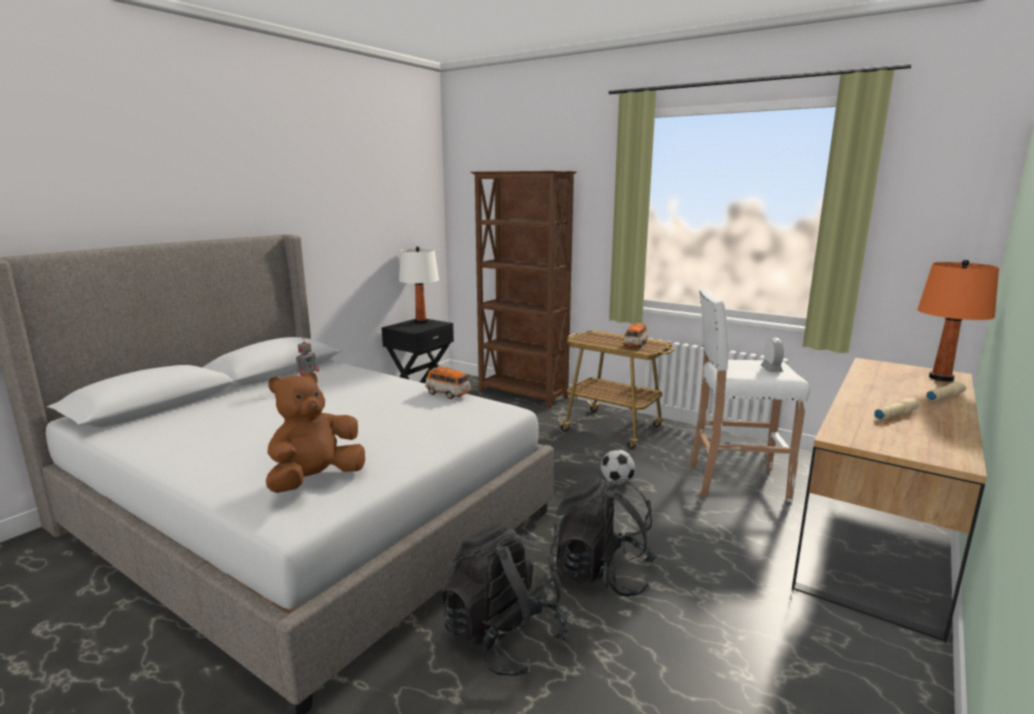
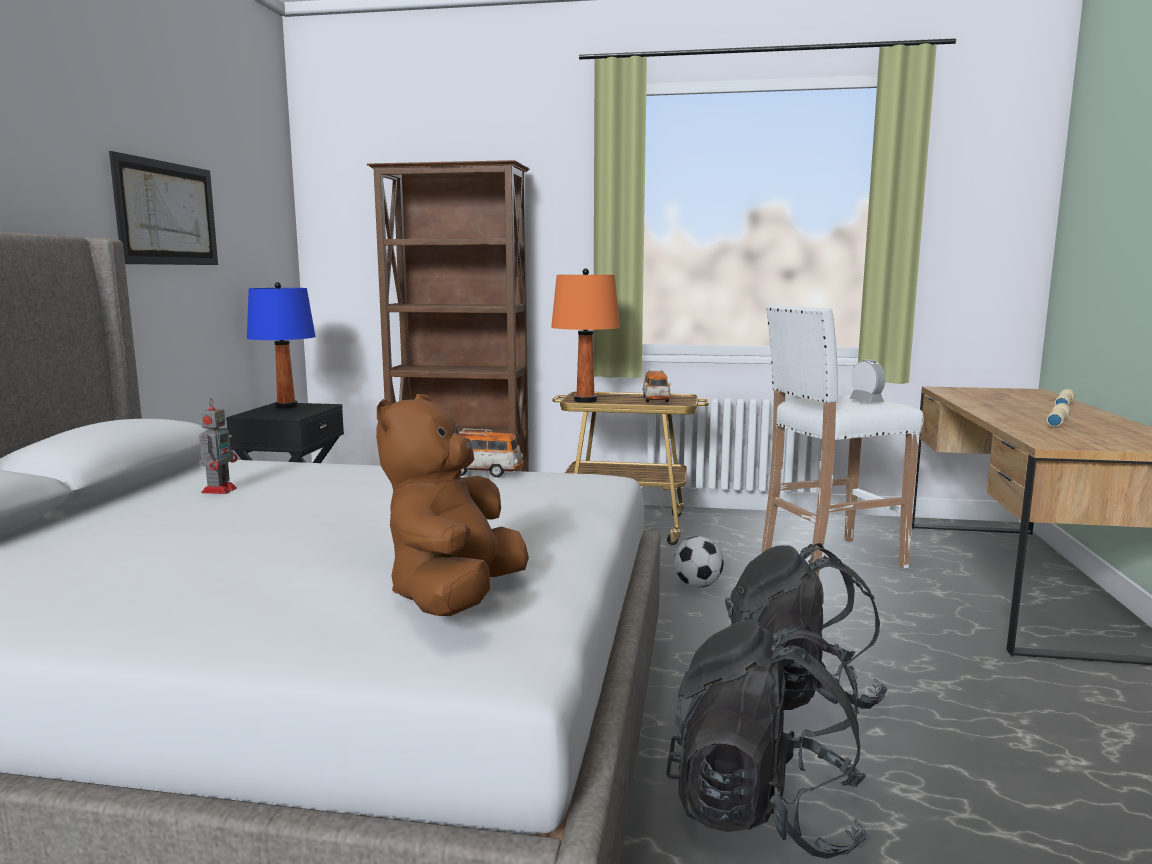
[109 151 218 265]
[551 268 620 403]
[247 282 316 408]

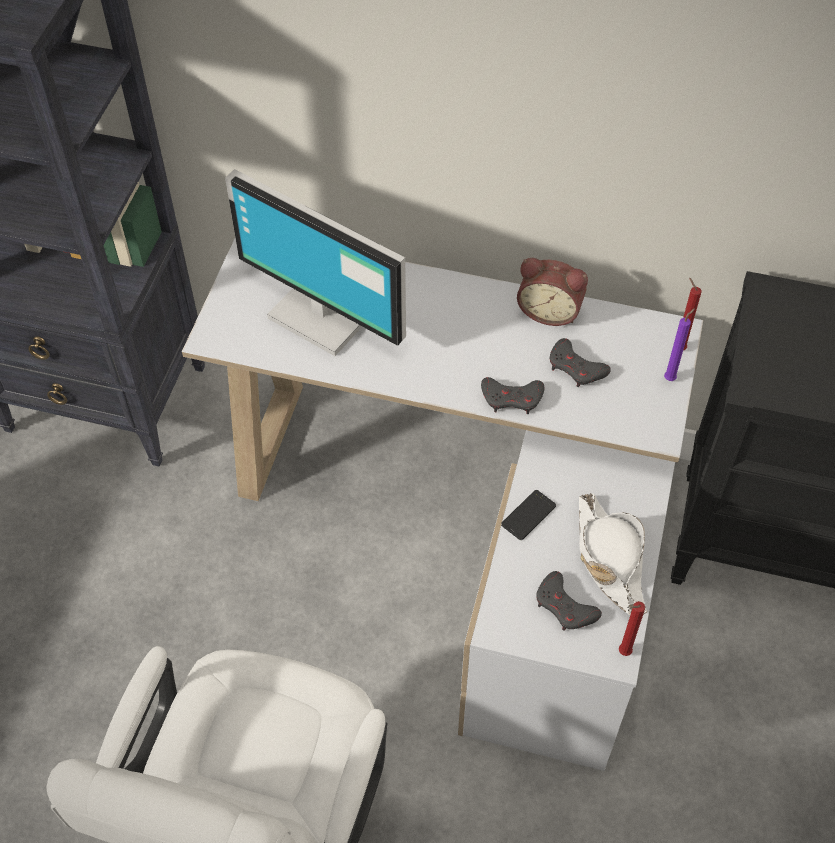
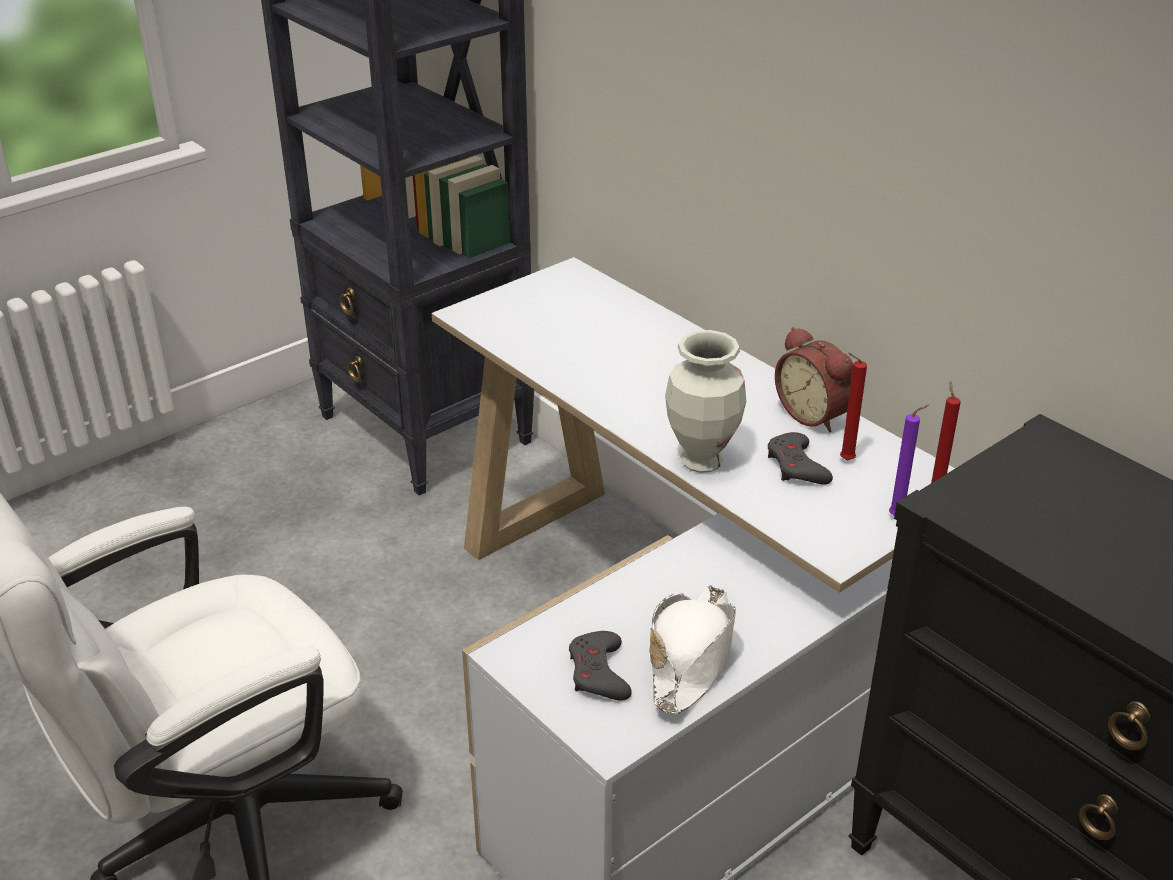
[225 169 406 356] (first image)
[501 490 556 540] (first image)
[840 352 867 460]
[665 330 746 473]

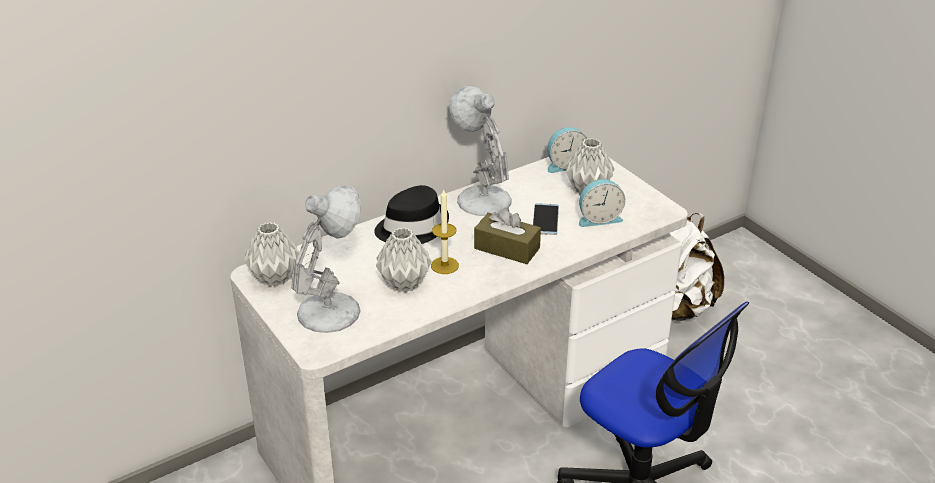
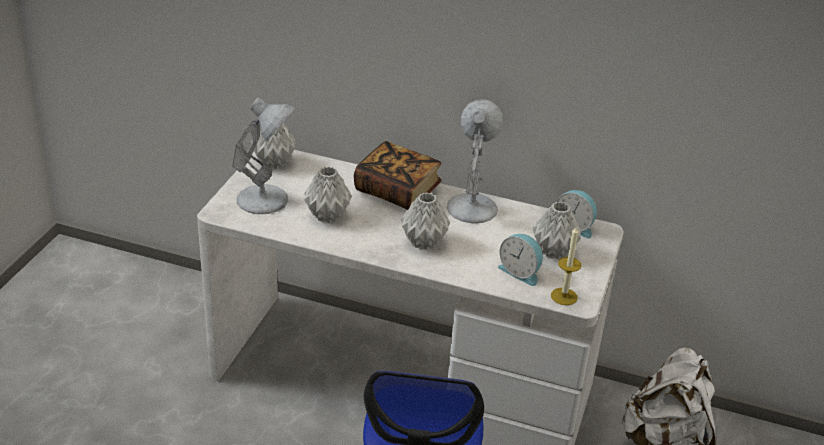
[533 203 559 235] (first image)
[551 227 581 305]
[354 141 442 210]
[401 192 450 250]

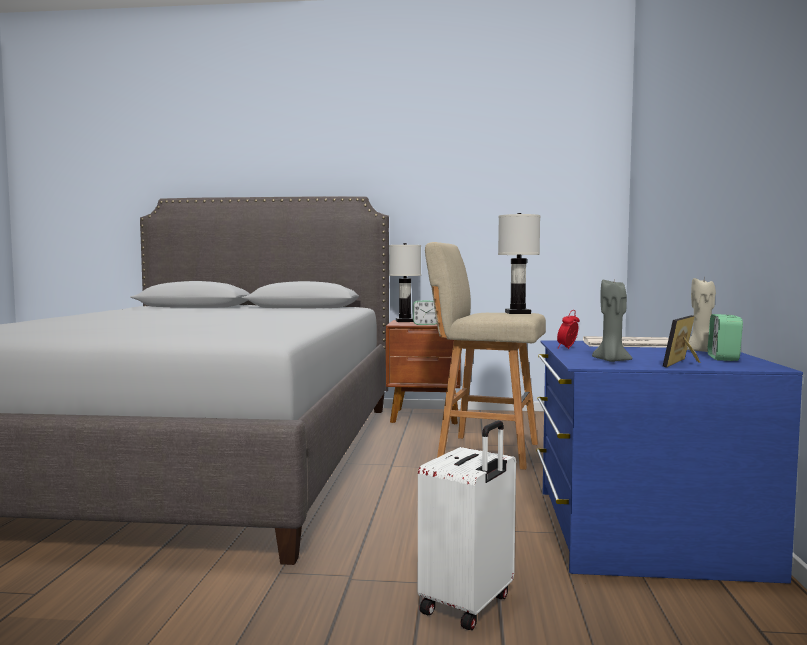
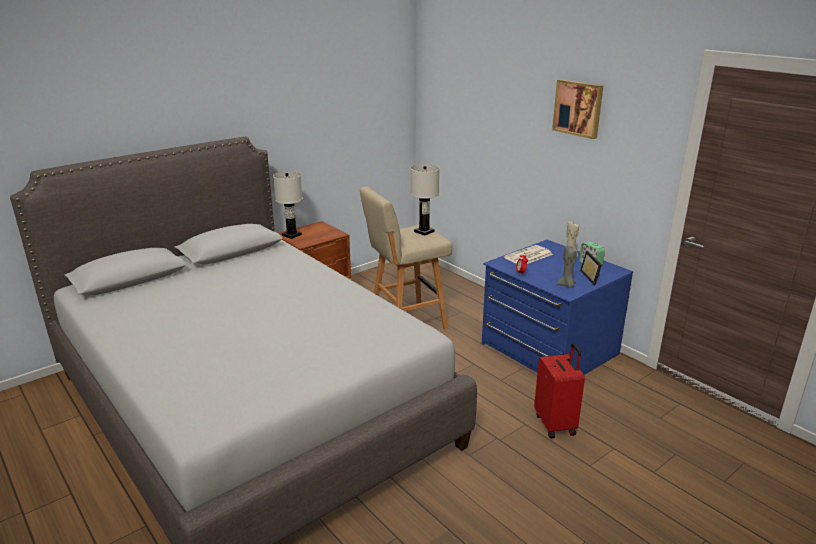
[413 300 437 325] (first image)
[552 79 603 139]
[534 343 585 439]

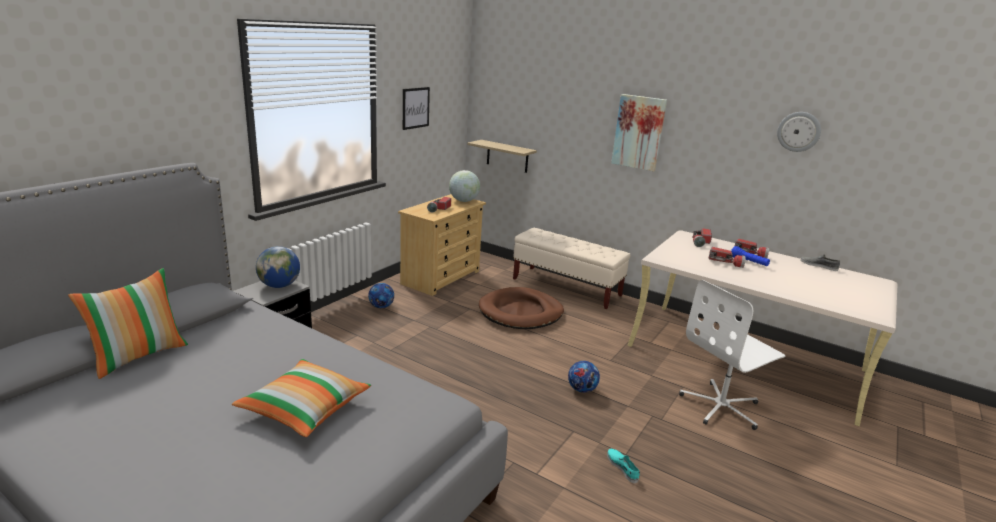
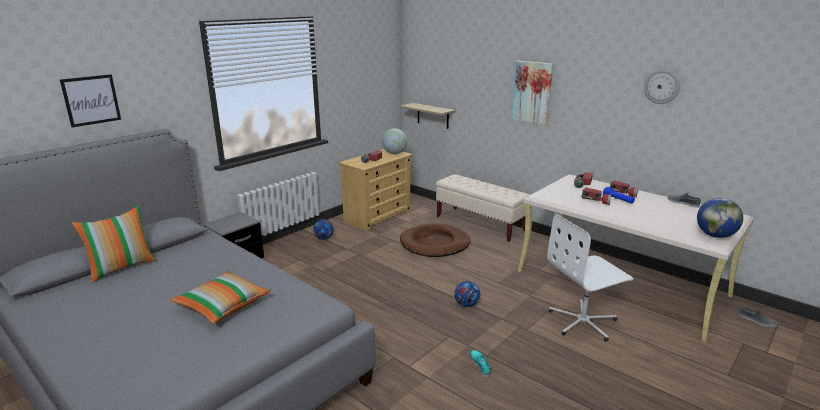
[739 306 778 327]
[697 198 743 238]
[60 74 121 127]

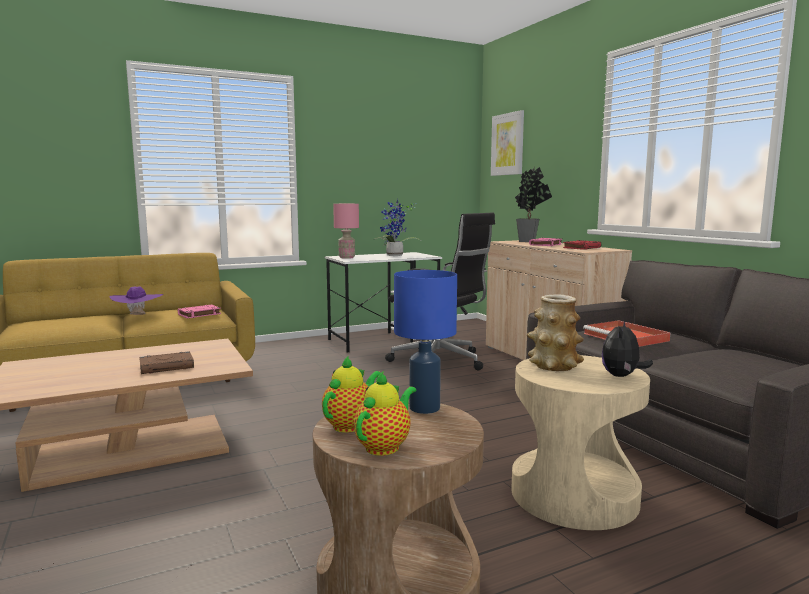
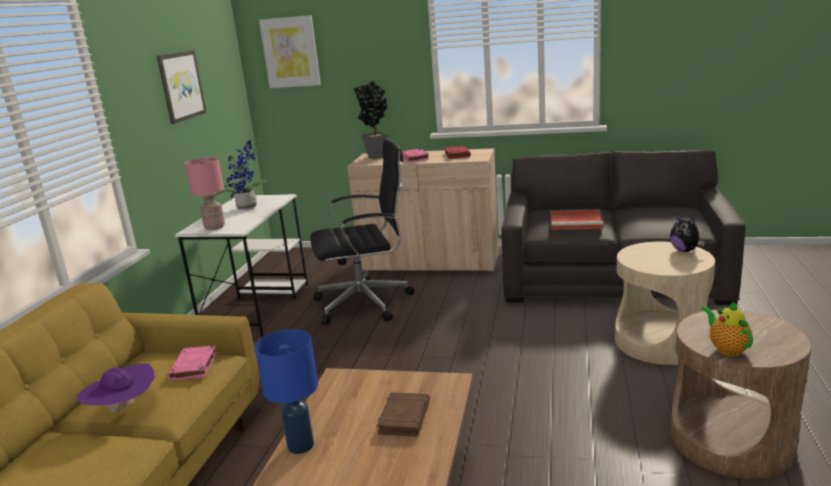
[354 370 417 456] (first image)
[527 294 584 371] (first image)
[157 50 207 124]
[255 329 318 454]

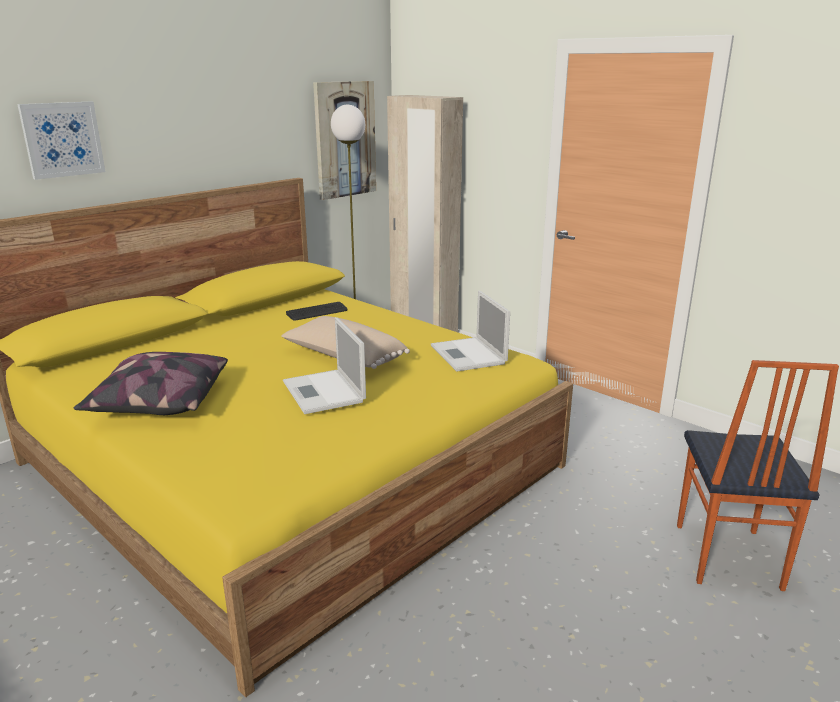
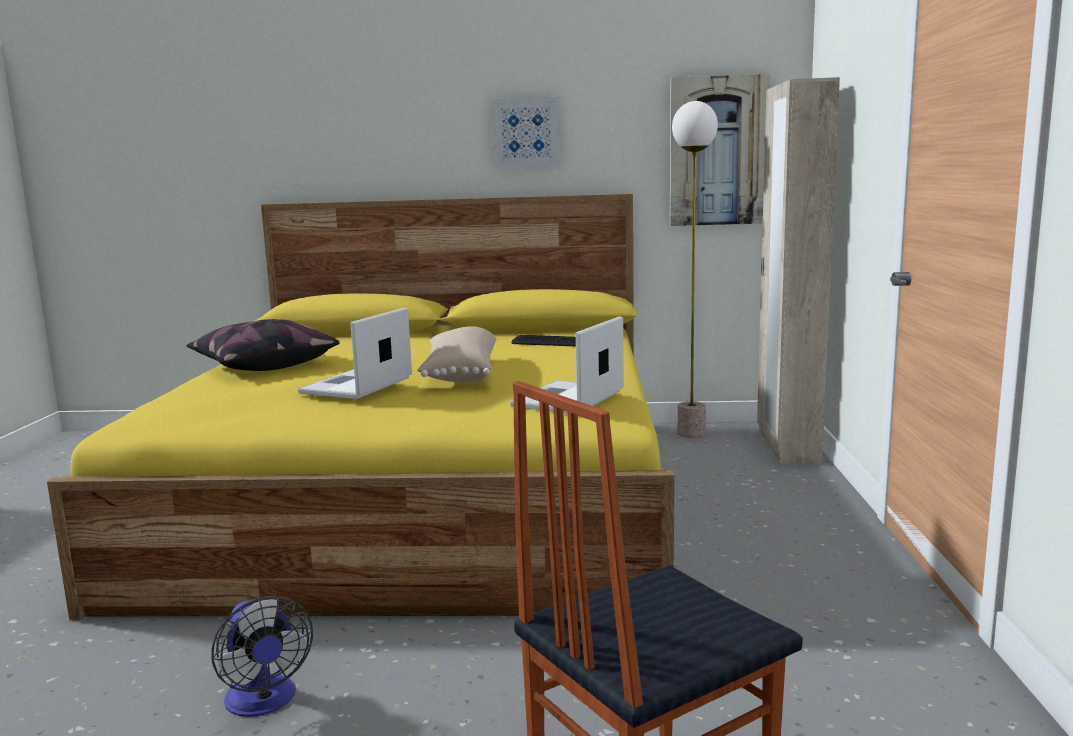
[212 596 313 717]
[492 97 560 168]

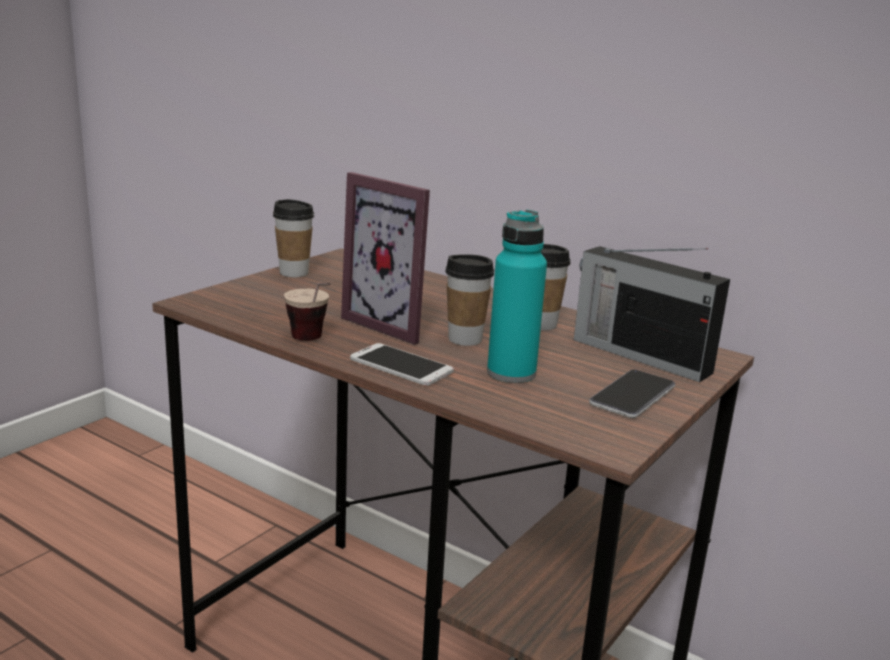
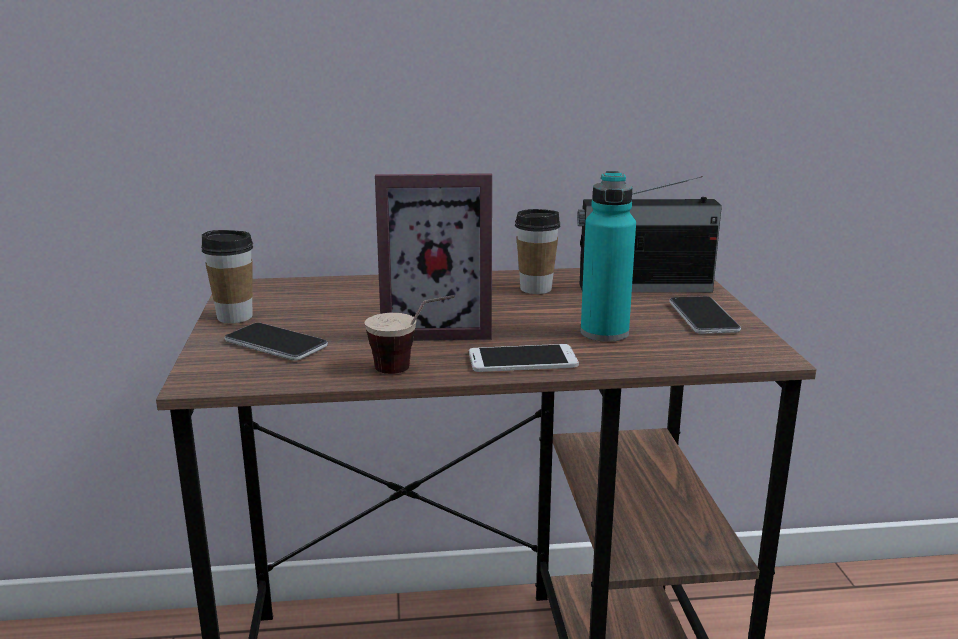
[445 254 494 346] (first image)
[225 323 328 361]

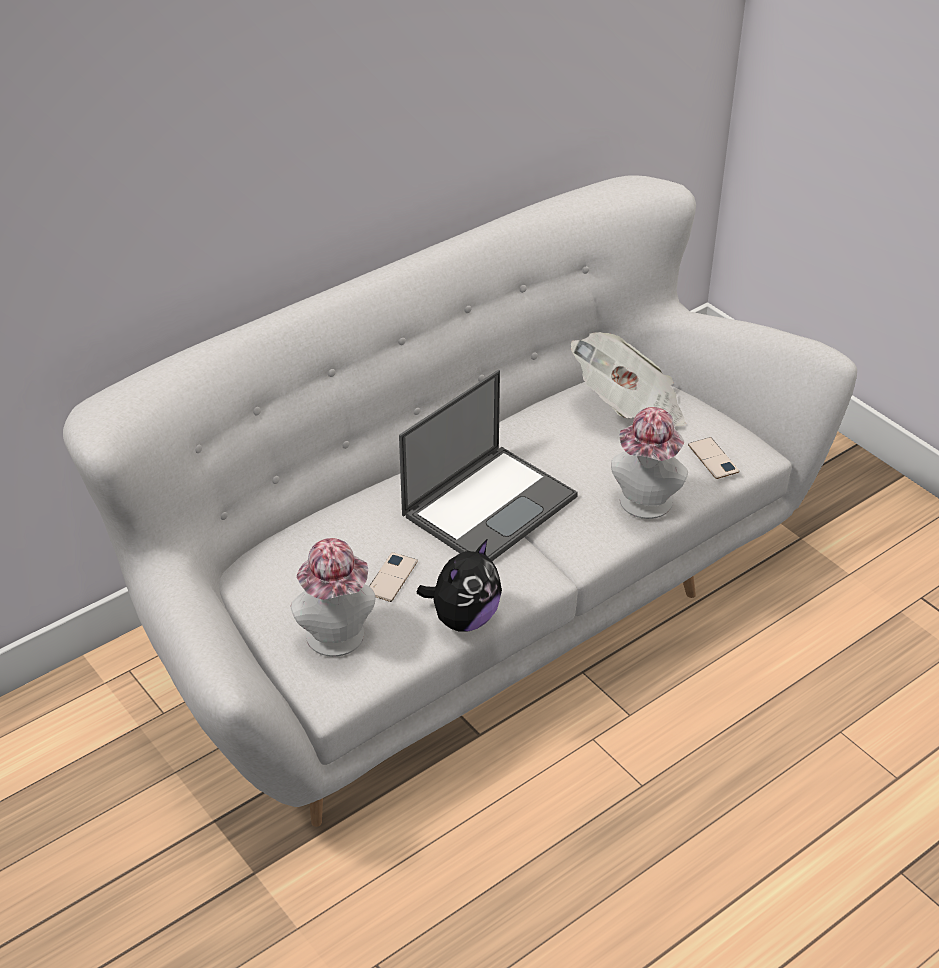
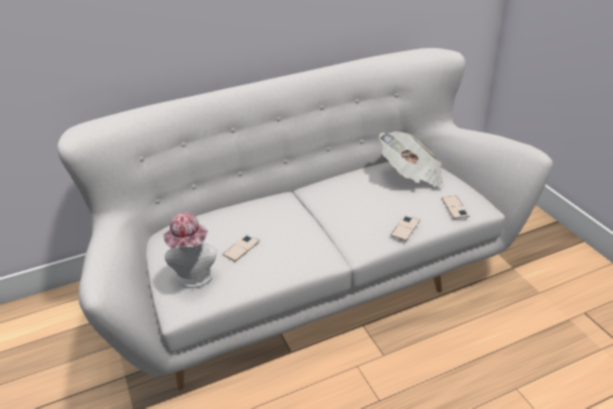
[399 370 578 561] (first image)
[417 539 502 632] (first image)
[391 215 420 241]

